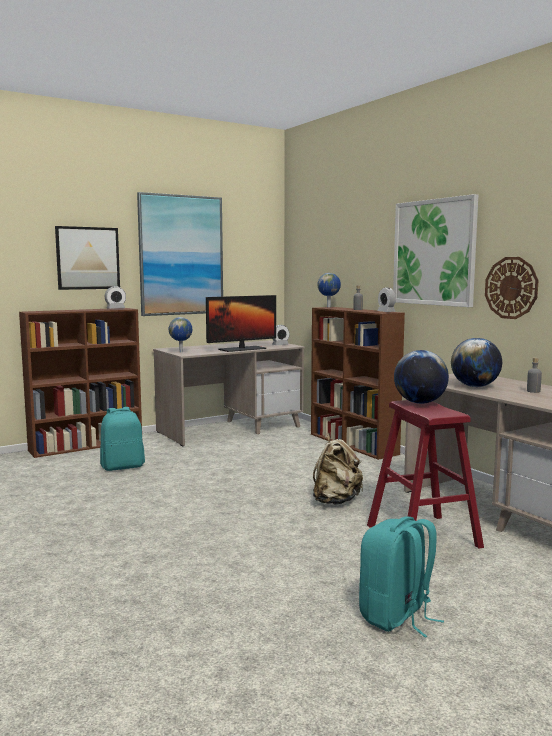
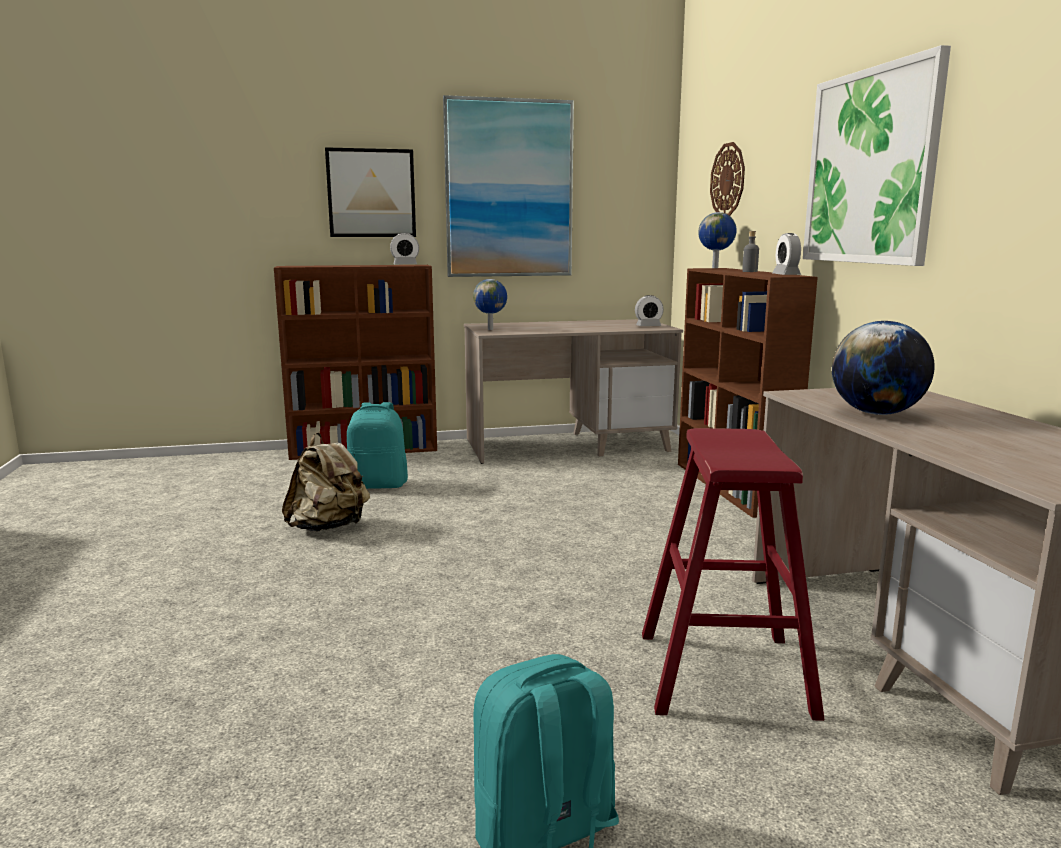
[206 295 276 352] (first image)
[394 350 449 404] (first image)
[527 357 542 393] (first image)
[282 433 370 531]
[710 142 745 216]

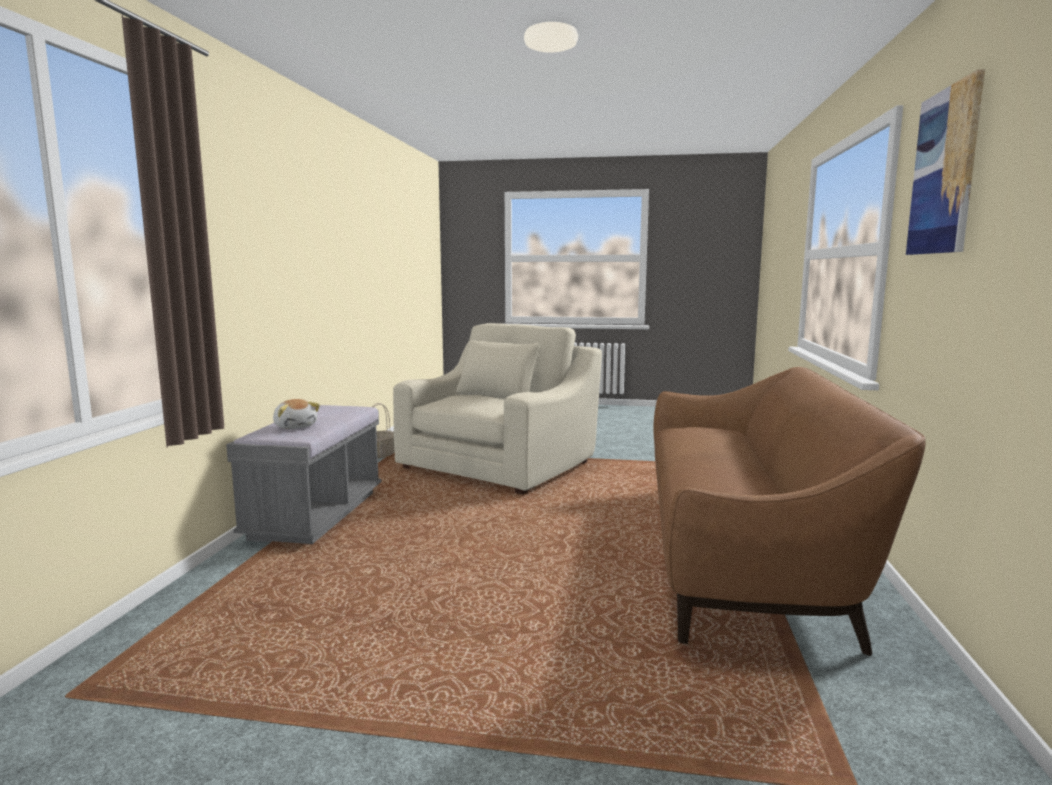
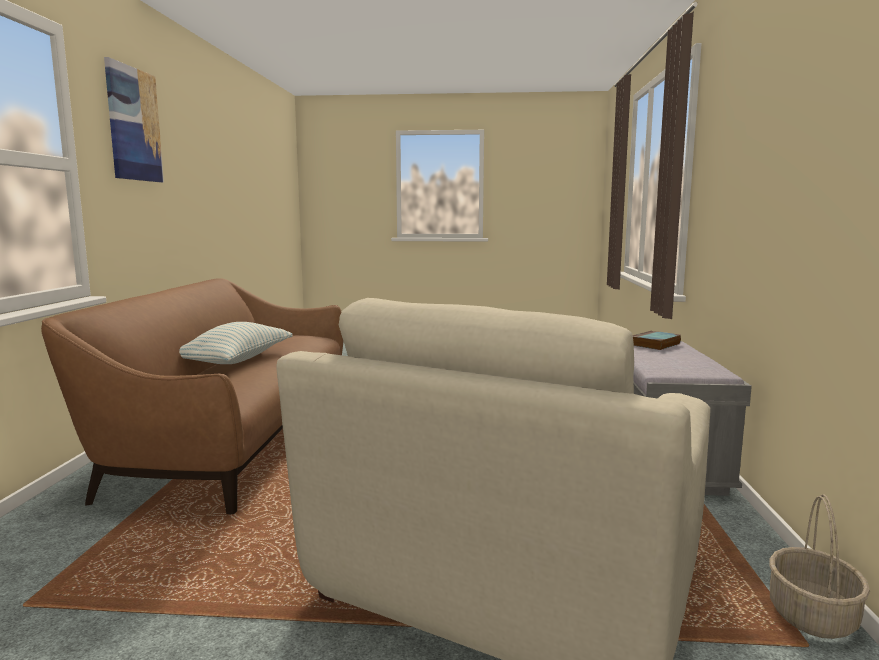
[179 322 293 364]
[633 331 681 350]

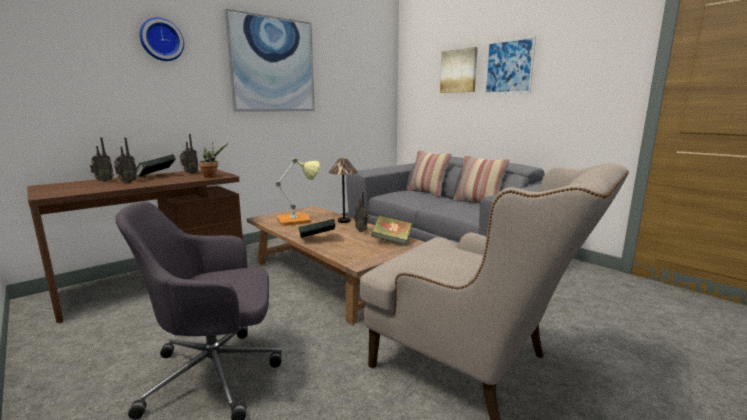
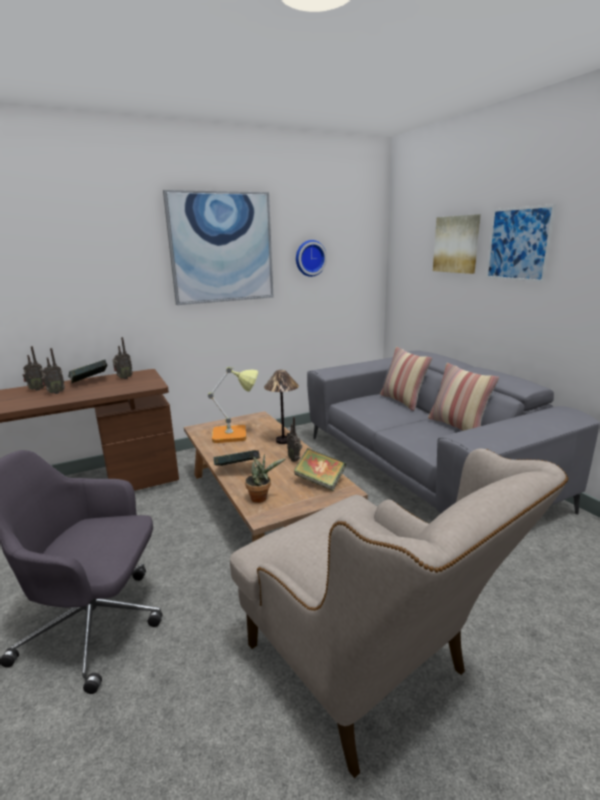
[296 240 327 277]
[245 454 286 503]

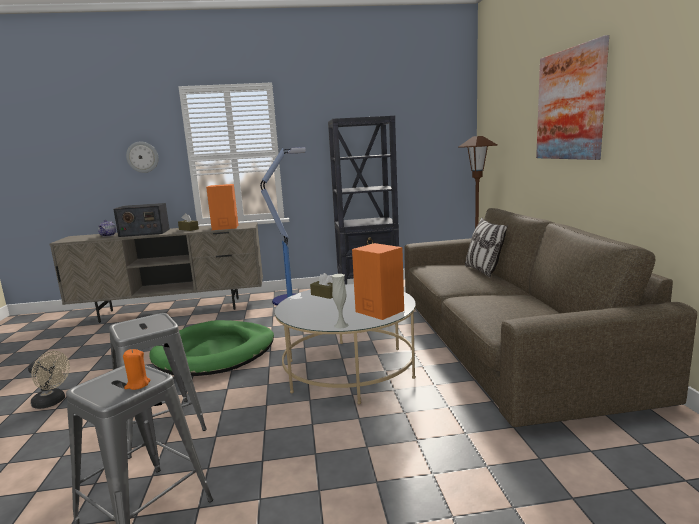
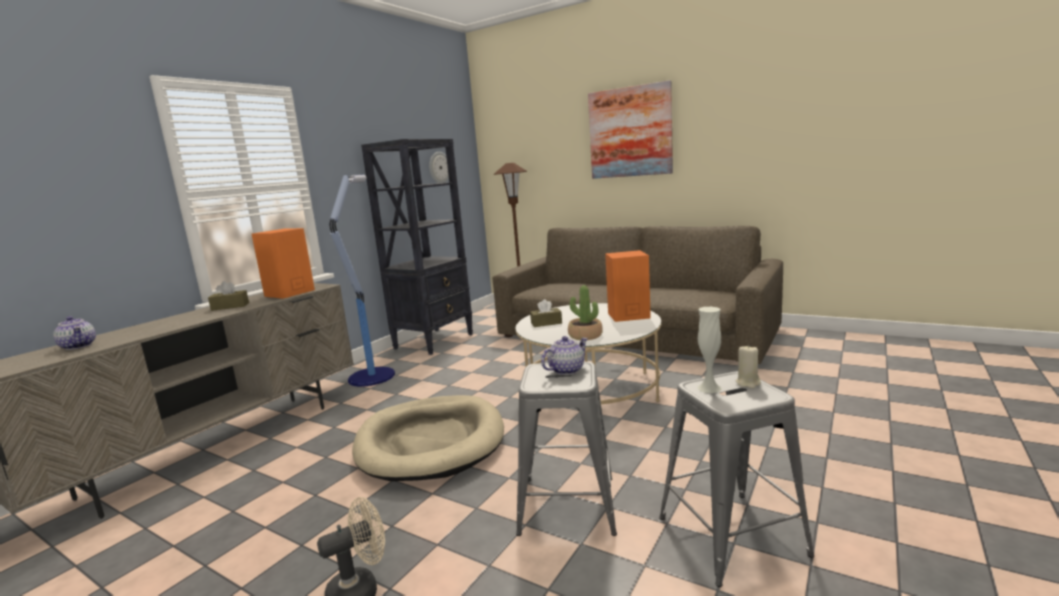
[113 203 170 237] (first image)
[465 218 508 278] (first image)
[541 336 588 375]
[568 285 603 340]
[429 152 449 183]
[697 307 722 393]
[736 346 761 388]
[352 395 504 481]

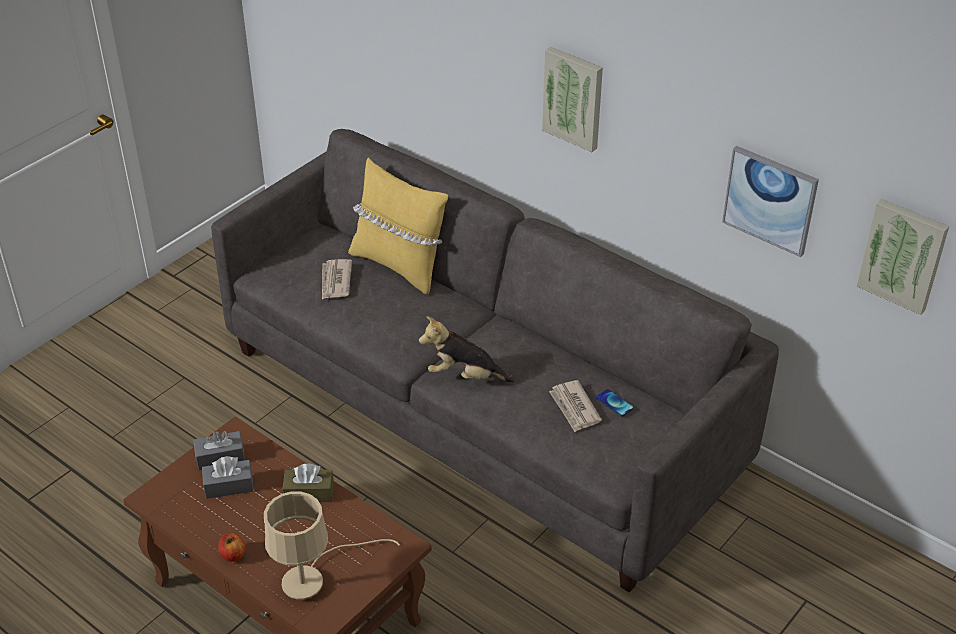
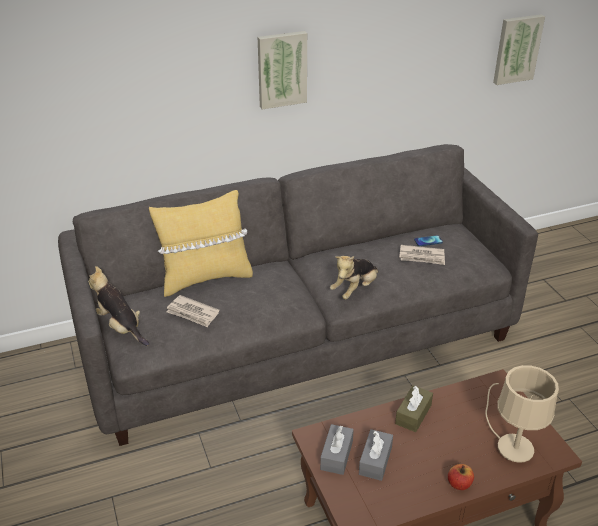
[722 146 819 257] (first image)
[88 266 149 346]

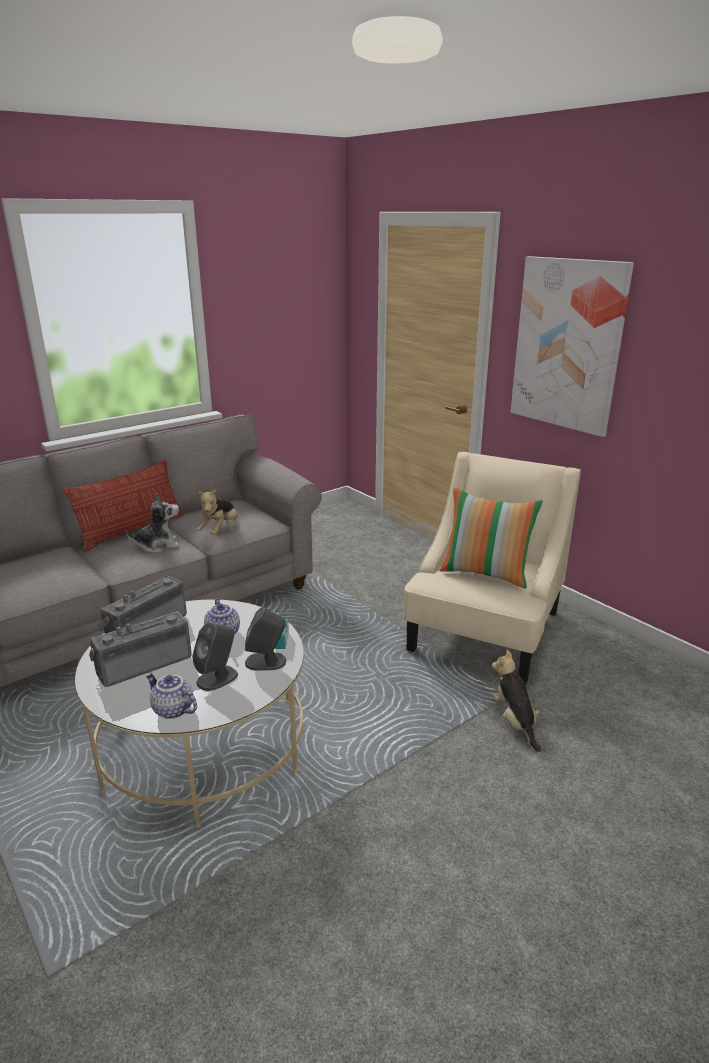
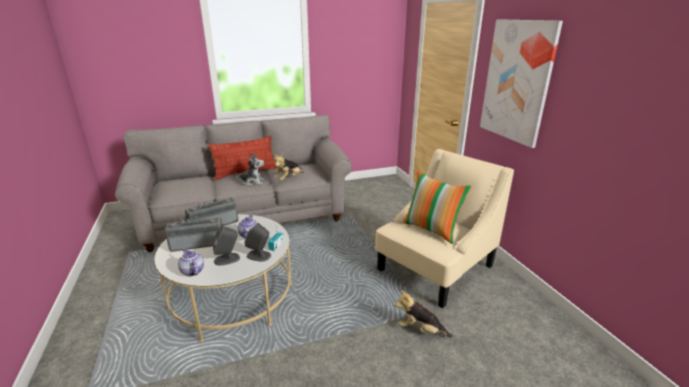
[395 290 453 337]

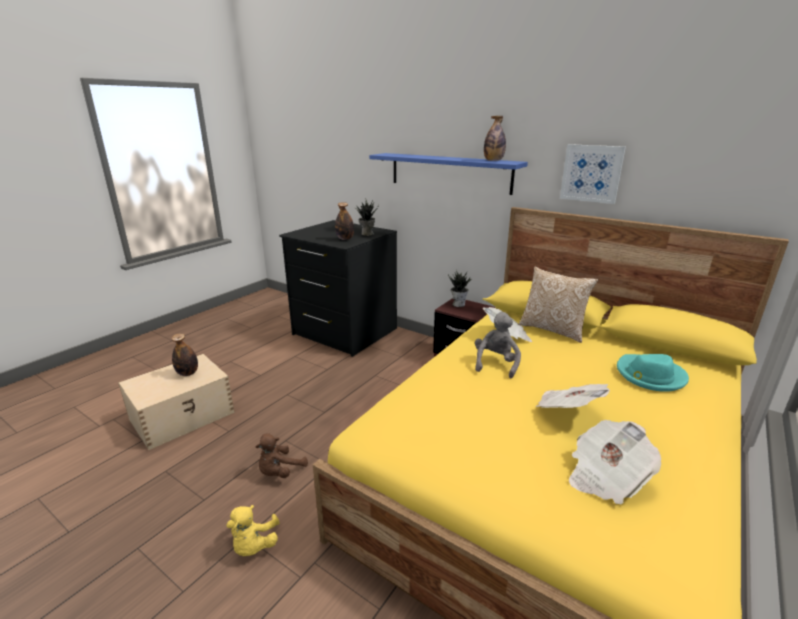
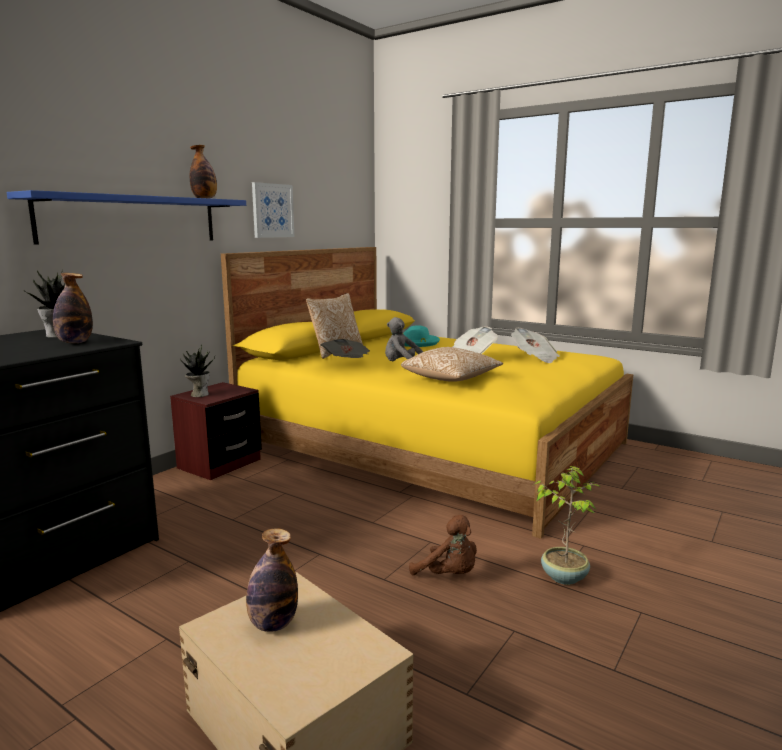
[401 347 503 382]
[535 466 600 585]

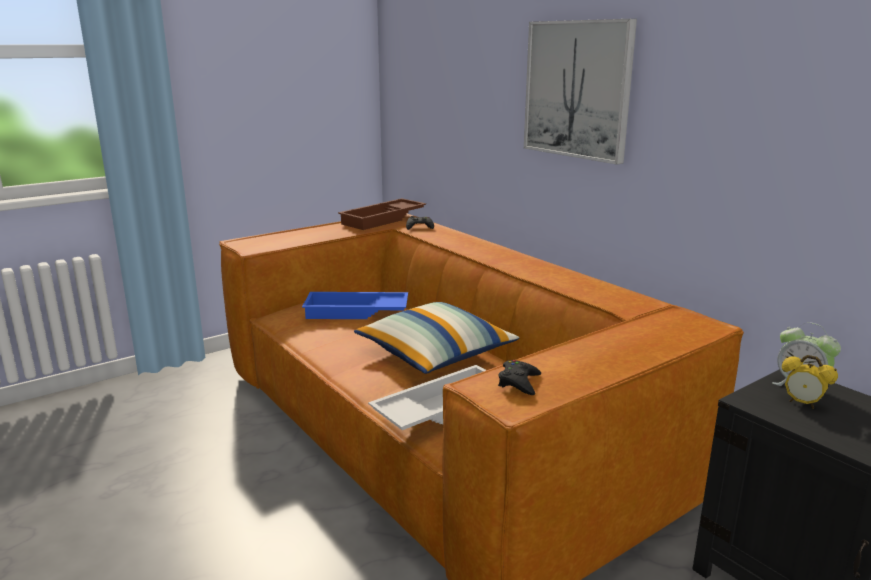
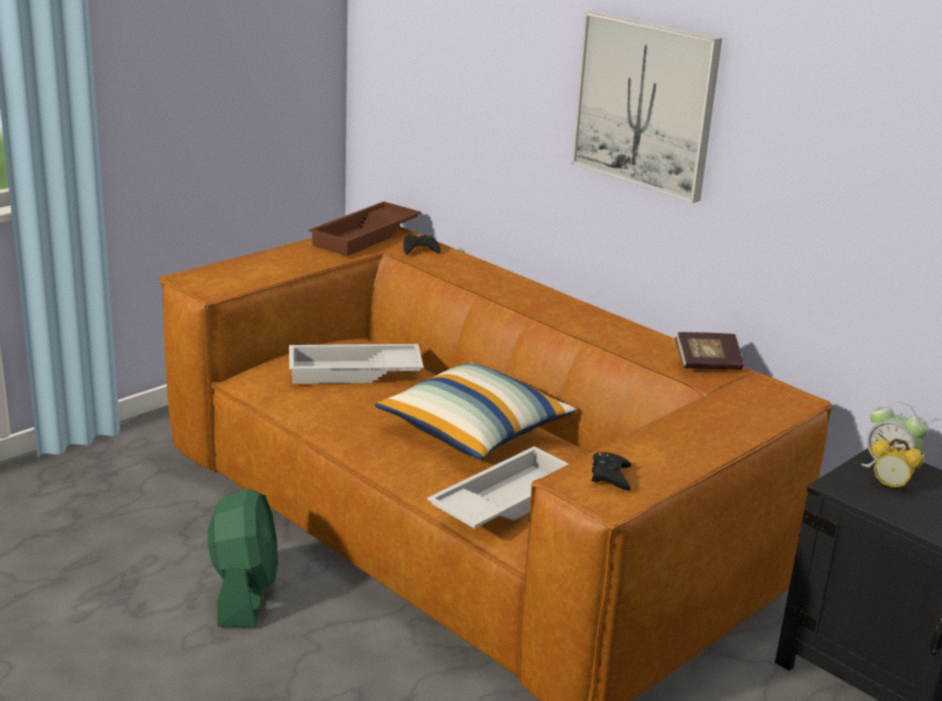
[207 489 278 627]
[675 332 744 370]
[289 344 424 384]

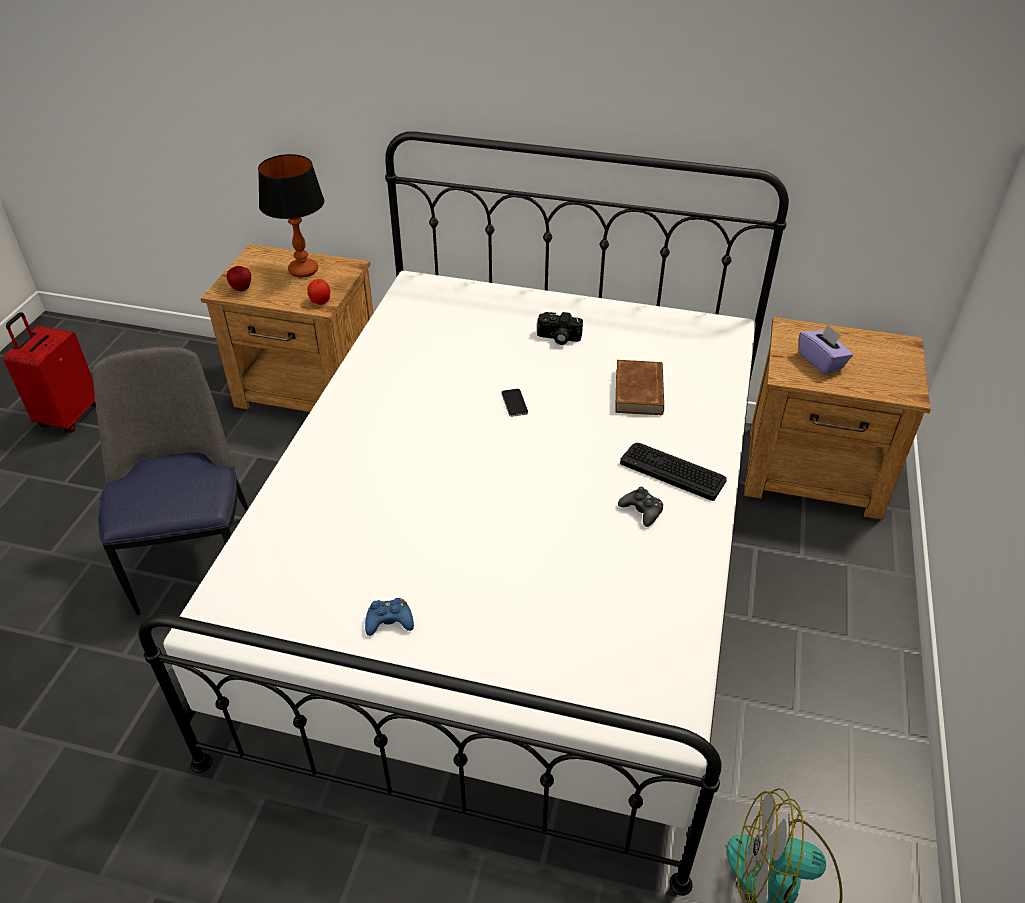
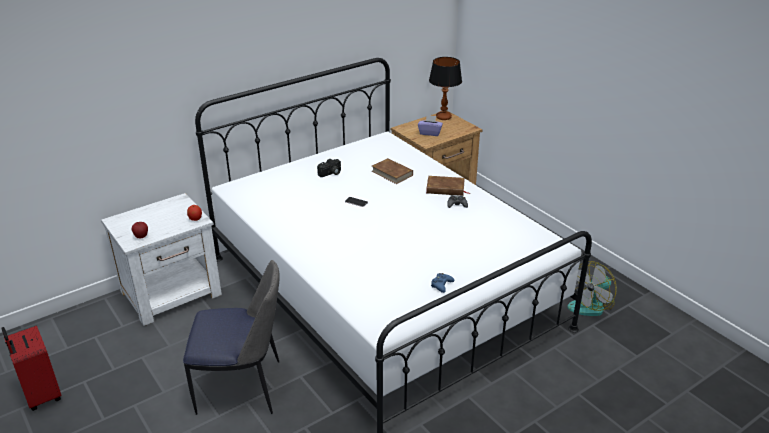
[429 57 462 120]
[426 176 470 196]
[101 193 222 326]
[183 260 280 415]

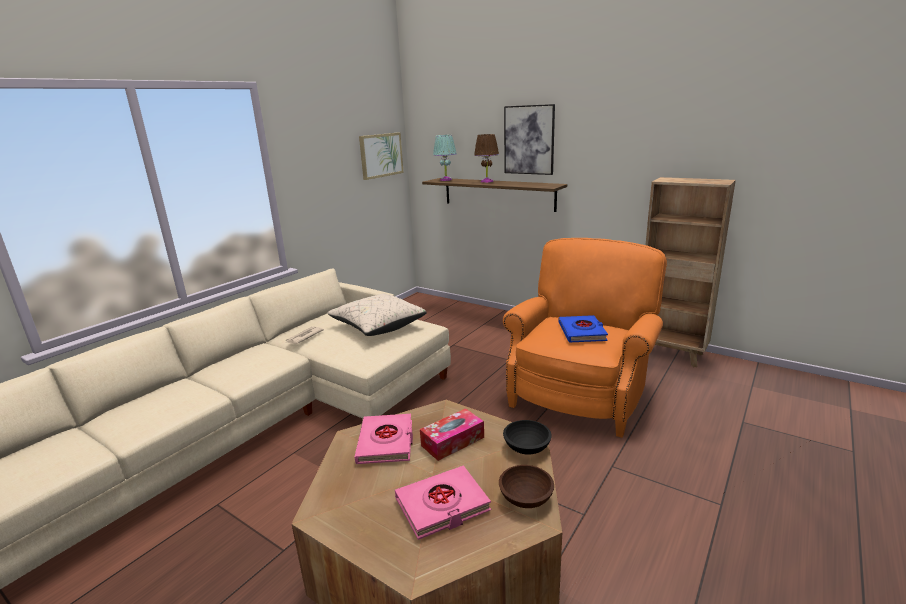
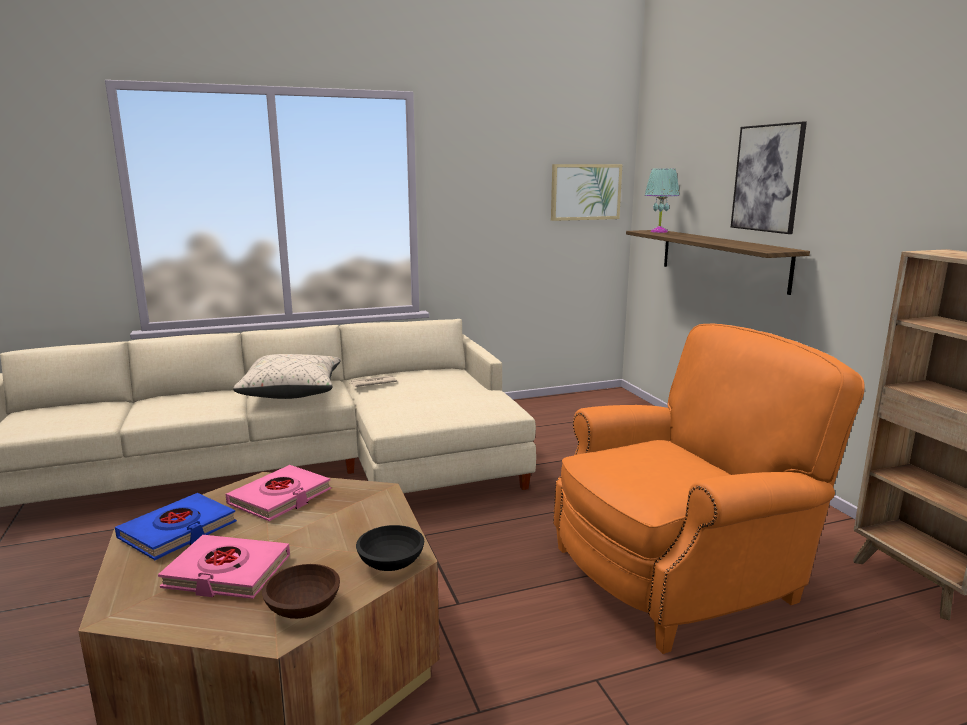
[420 408 484 461] (first image)
[474 134 499 183] (first image)
[233 354 341 399]
[115 493 237 560]

